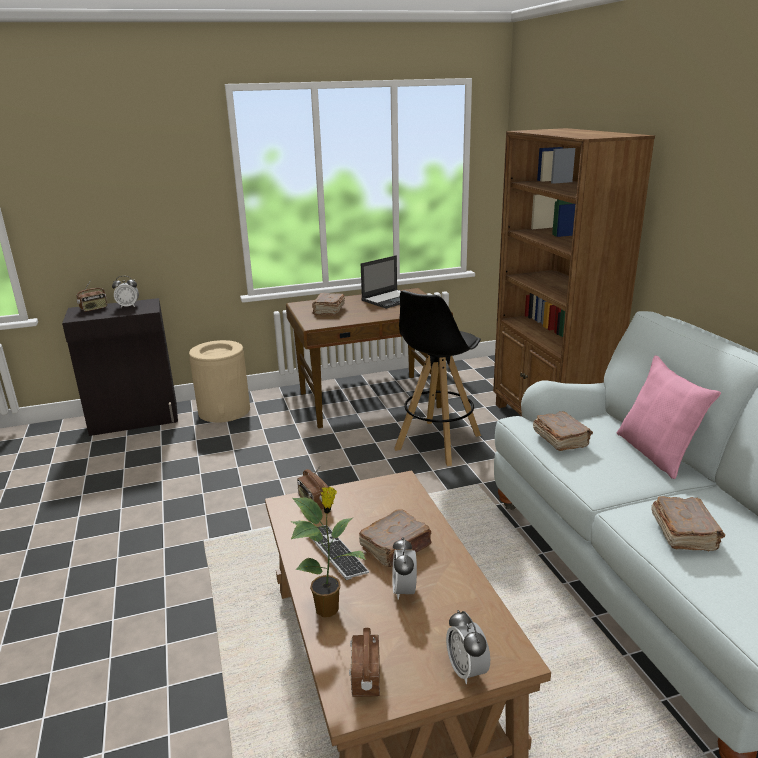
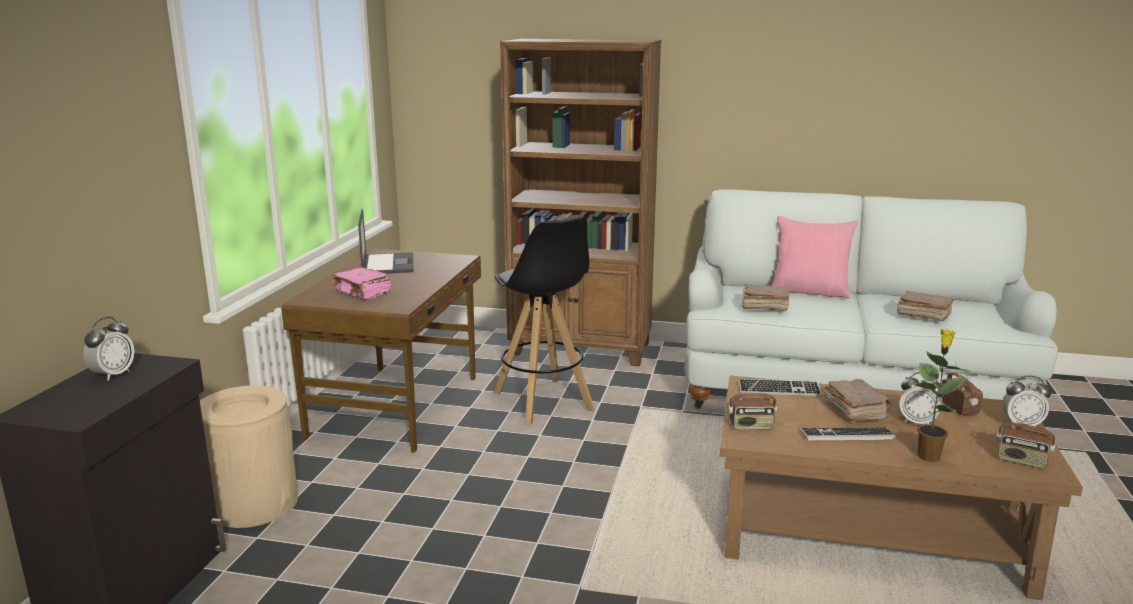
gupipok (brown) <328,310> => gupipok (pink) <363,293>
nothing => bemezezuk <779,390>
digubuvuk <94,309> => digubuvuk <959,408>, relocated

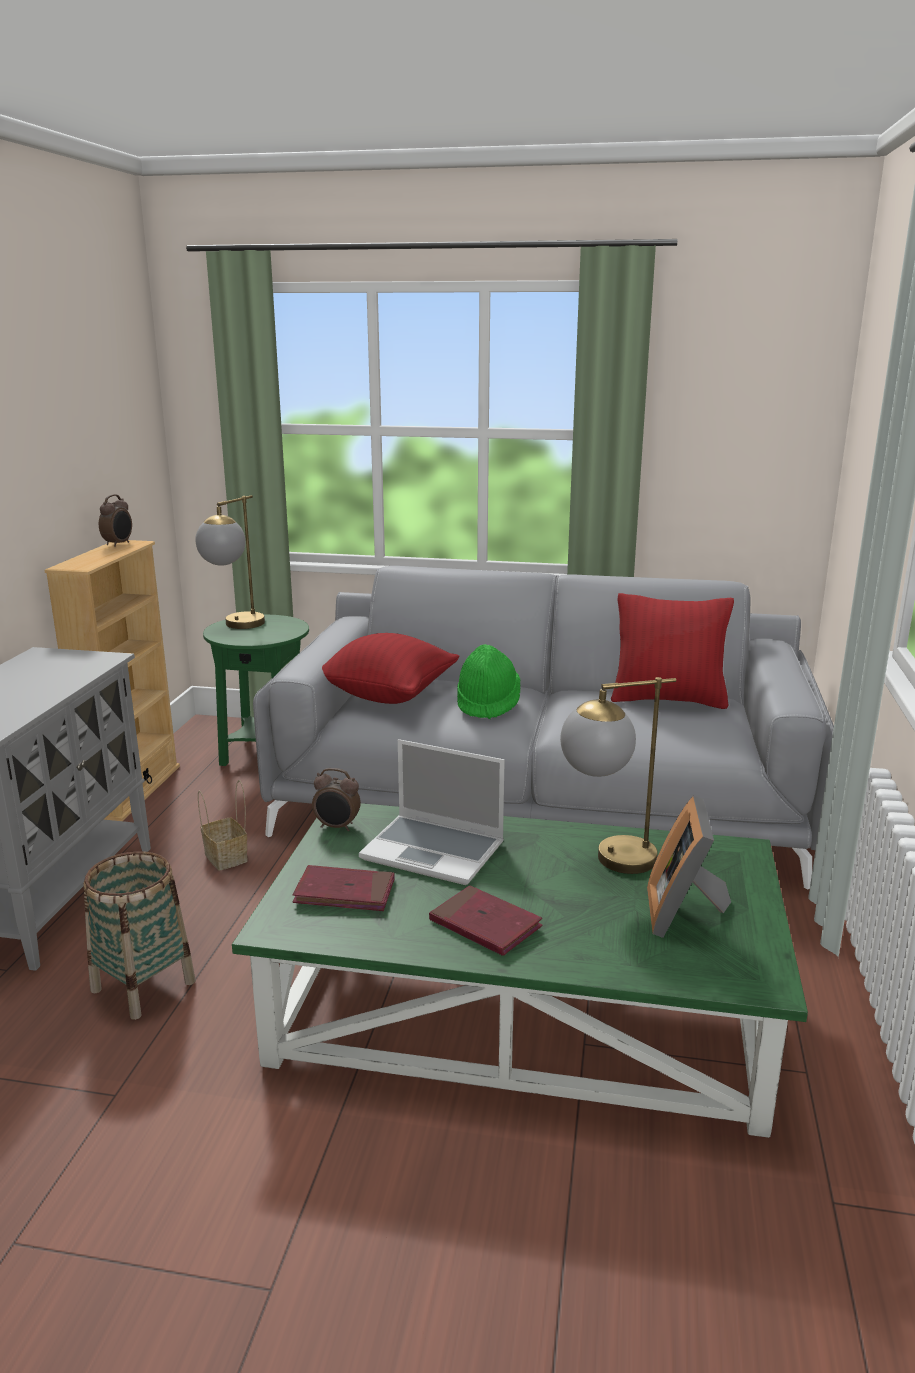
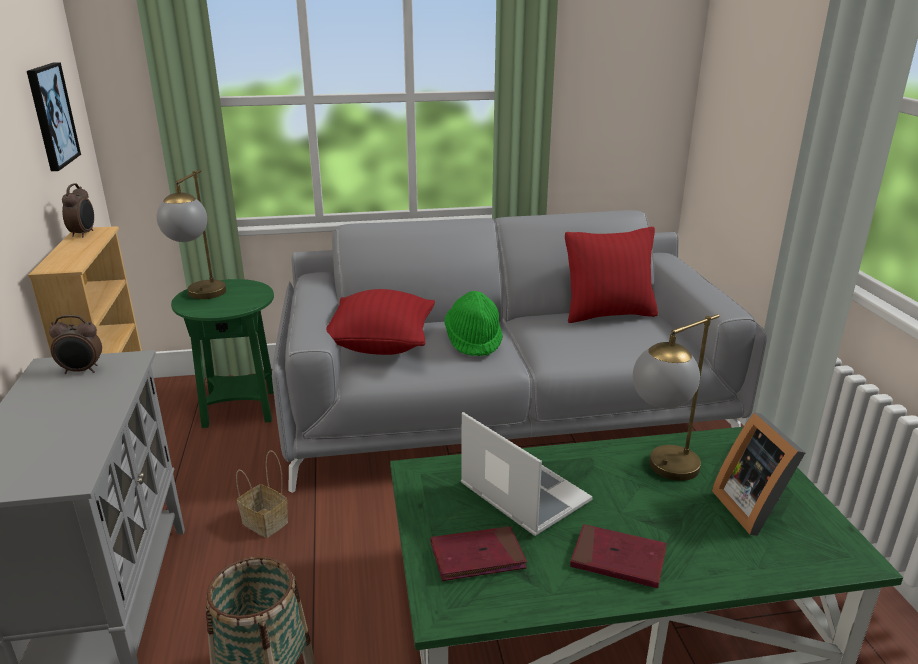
nothing => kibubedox <51,116>
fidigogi <337,827> => fidigogi <82,371>, relocated
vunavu <435,851> => vunavu <522,493>, 135 degrees counterclockwise

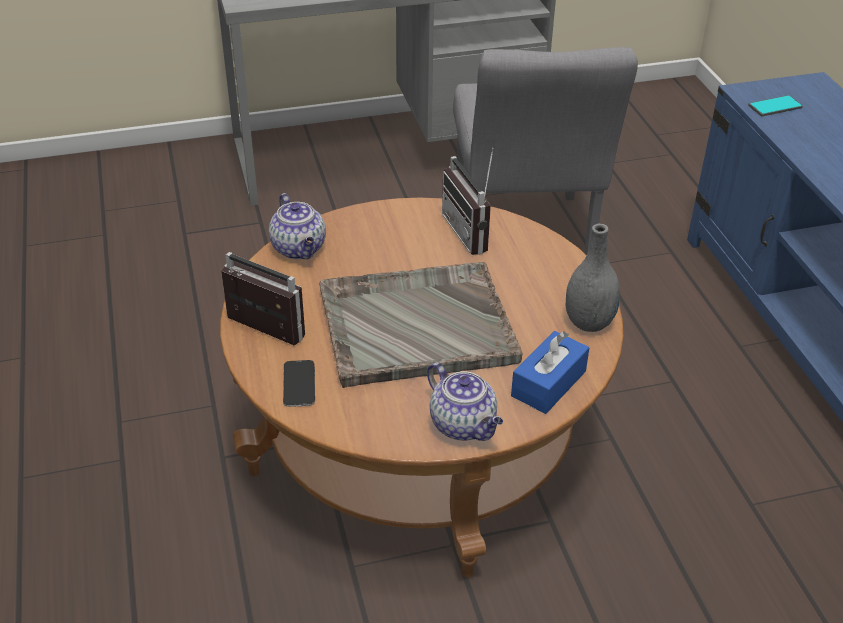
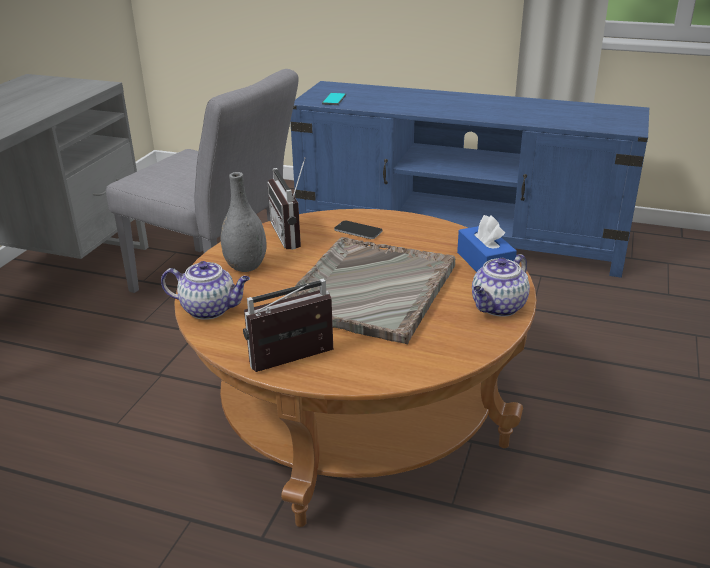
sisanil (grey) <588,323> => sisanil (grey) <246,266>, relocated
digubuvuk <473,232> => digubuvuk <293,235>, 60 degrees clockwise
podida <299,384> => podida <358,231>, relocated
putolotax <464,425> => putolotax <498,307>, 135 degrees clockwise

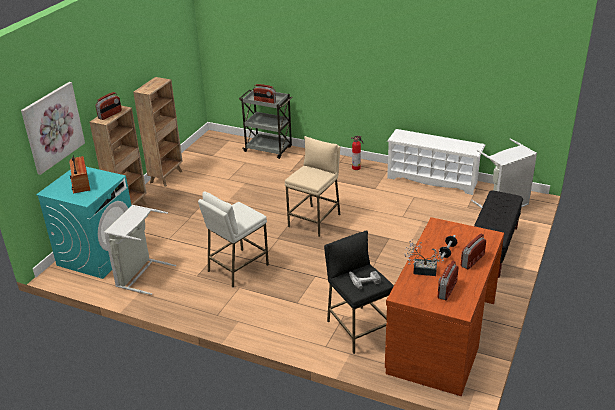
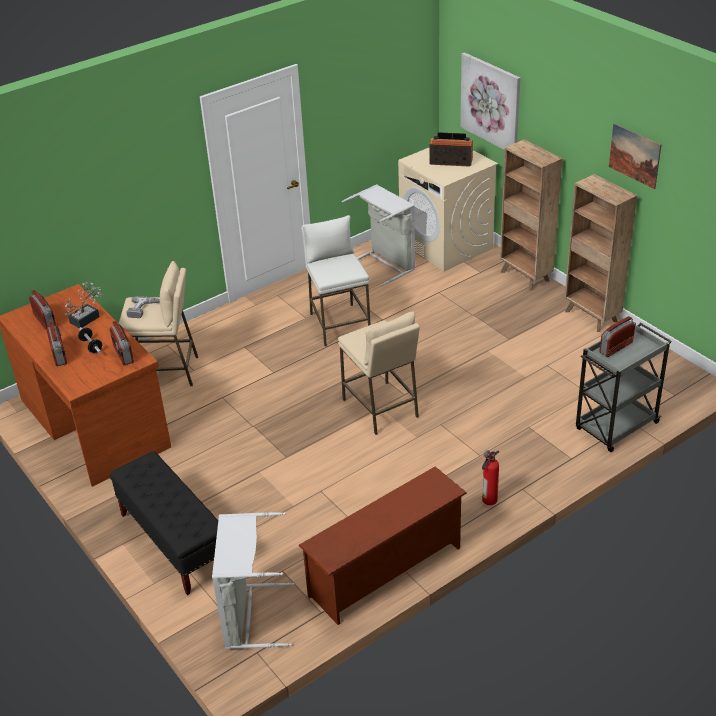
digubuvuk <110,115> => digubuvuk <123,354>, relocated
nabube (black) <358,329> => nabube (beige) <166,372>
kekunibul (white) <433,180> => kekunibul (brown) <386,572>
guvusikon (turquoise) <98,254> => guvusikon (beige) <446,246>
nothing => kibubedox <634,155>

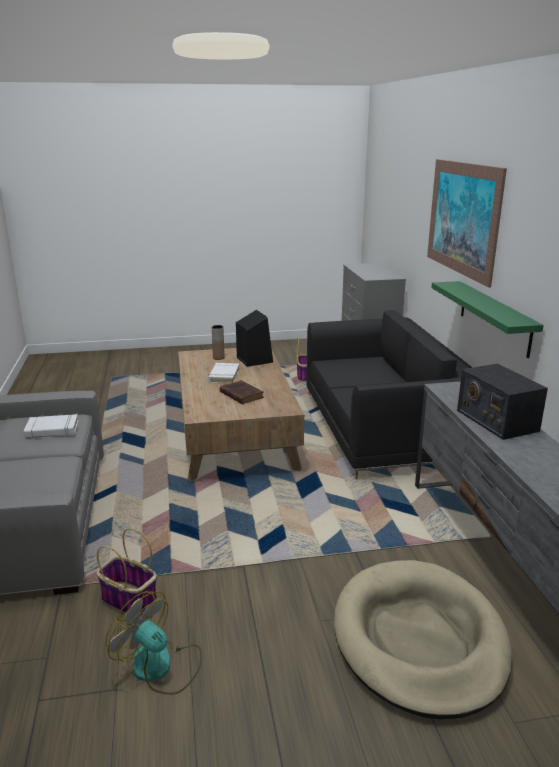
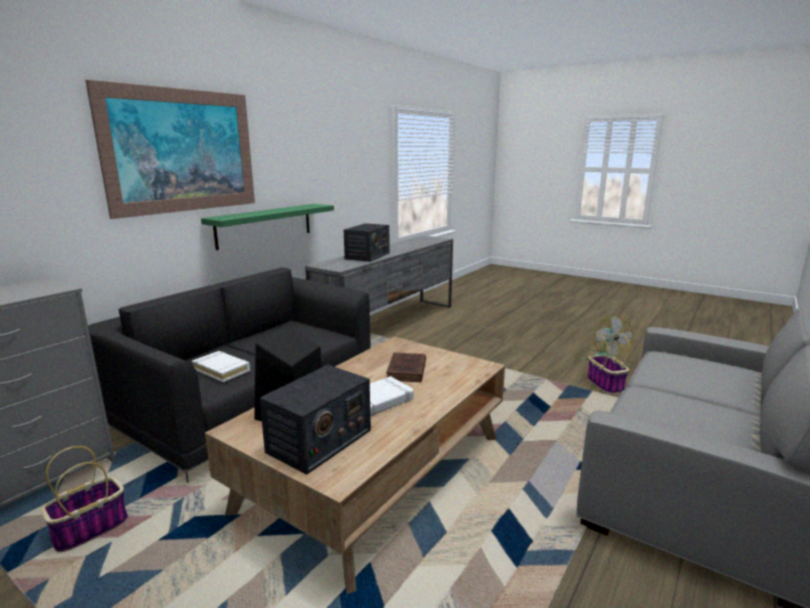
gupipok (white) <52,430> => gupipok (white) <222,370>, relocated
sisanil (brown) <218,358> => digubuvuk <319,441>
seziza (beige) <419,640> => nothing

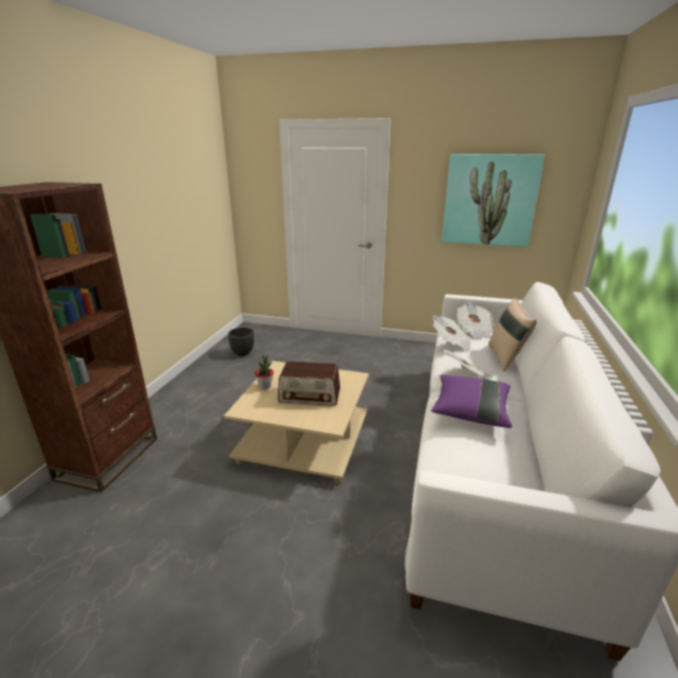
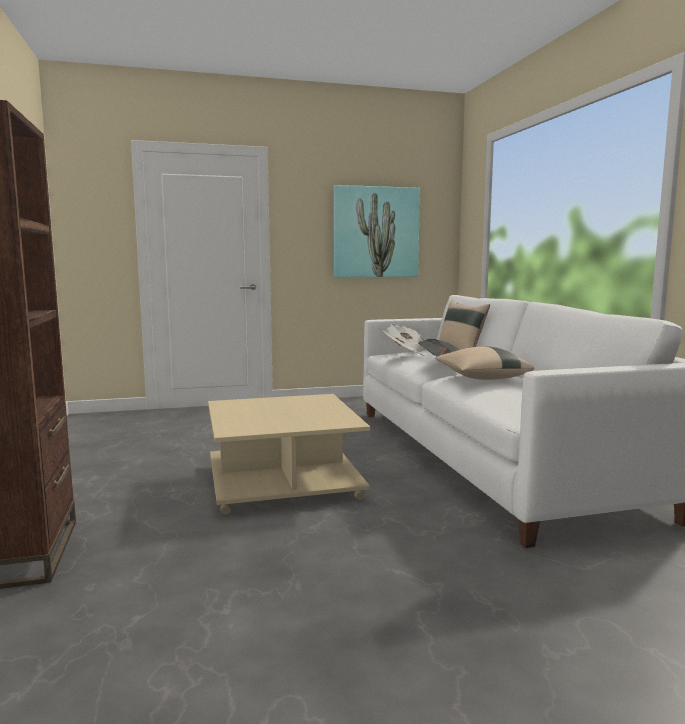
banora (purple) <470,411> => banora (beige) <481,378>
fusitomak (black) <243,353> => nothing
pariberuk <265,386> => nothing
digubuvuk <310,396> => nothing

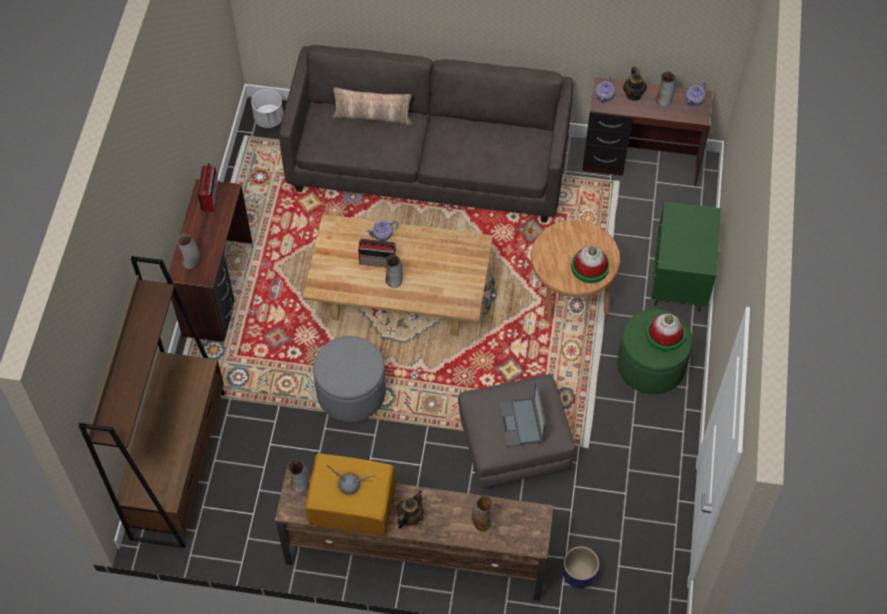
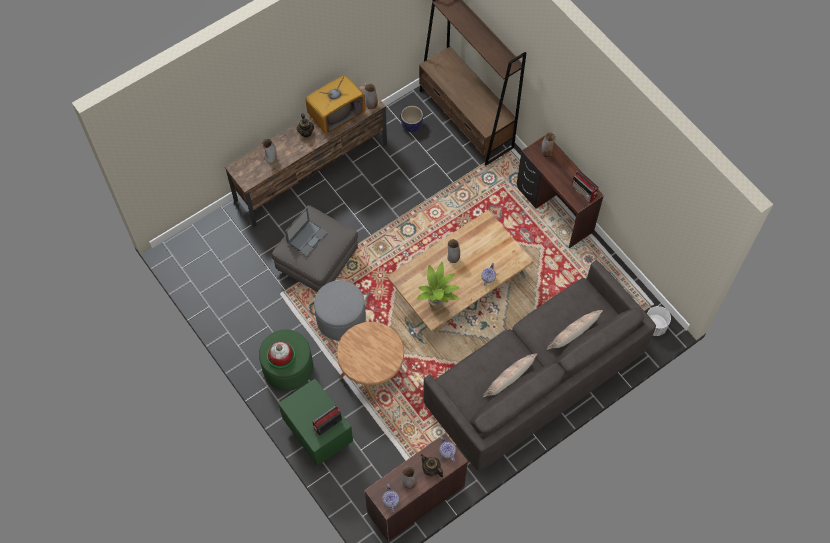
vunavu <521,423> => vunavu <307,237>, 90 degrees clockwise
digubuvuk <379,261> => digubuvuk <327,424>, relocated
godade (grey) <351,392> => godade (grey) <341,319>, relocated
fusitomak <578,575> => fusitomak <411,125>, relocated
nothing => pariberuk <437,305>
nothing => banora <509,380>
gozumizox <590,267> => nothing

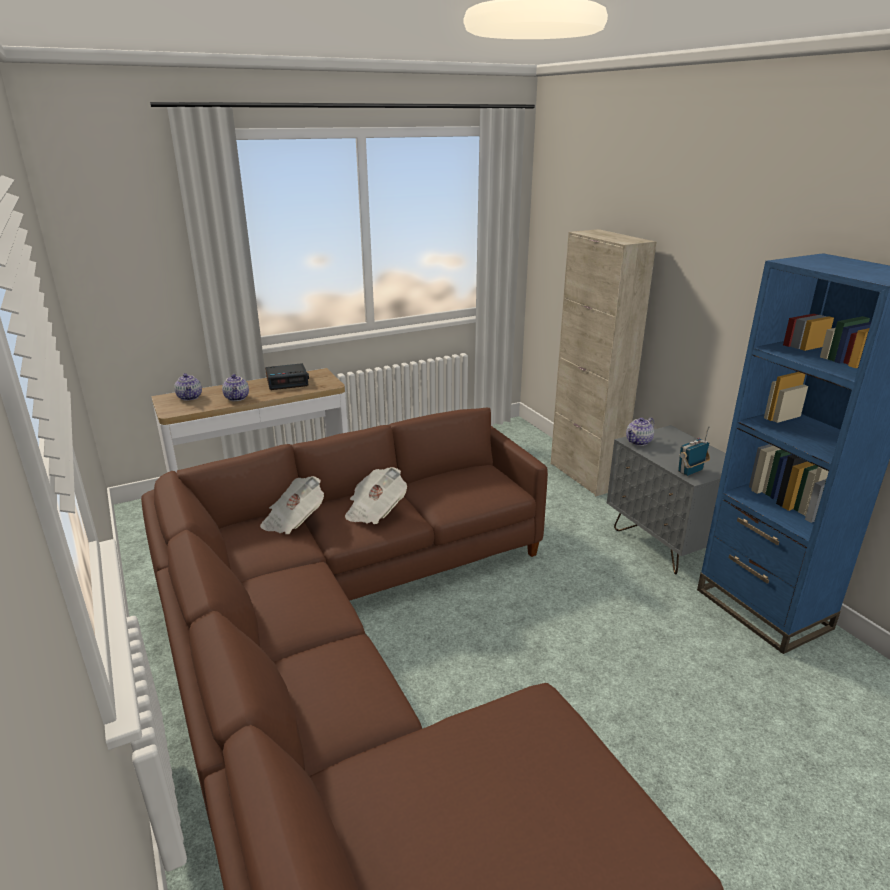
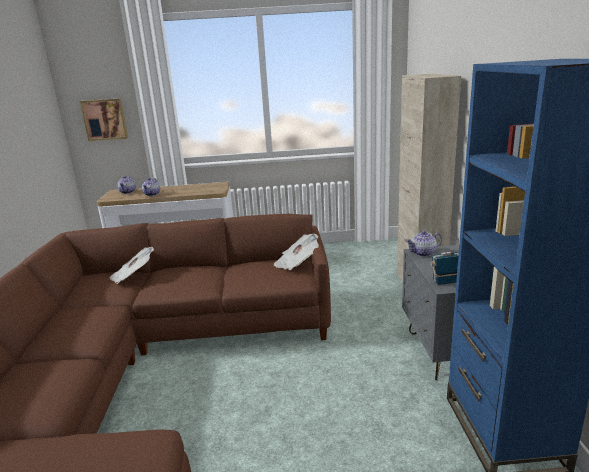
nothing => kibubedox <105,119>
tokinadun <375,510> => tokinadun <296,263>, relocated
fidigogi <287,381> => nothing

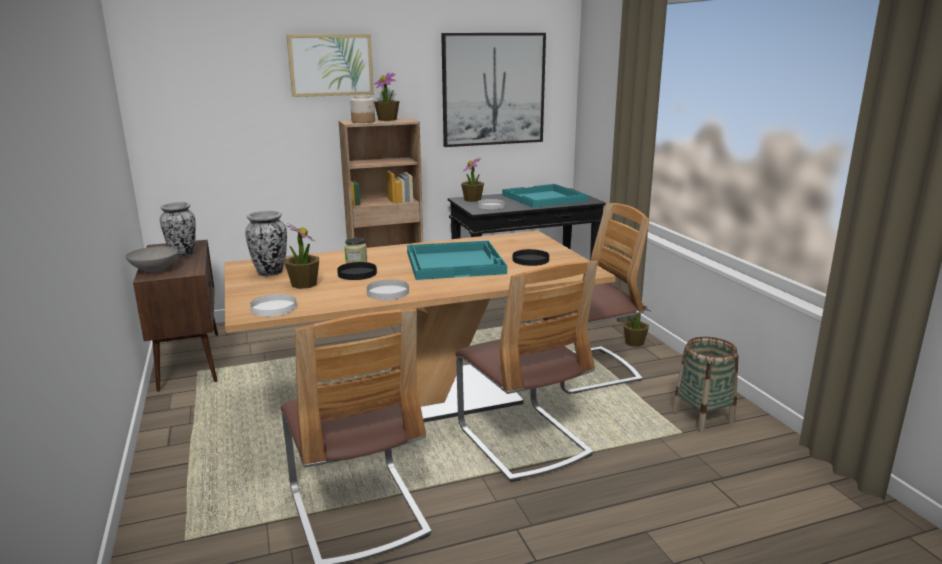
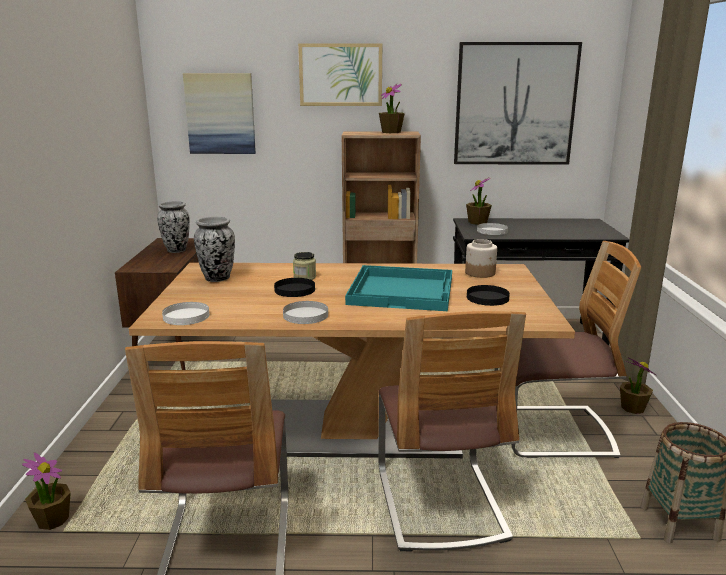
pariberuk <304,284> => pariberuk <52,519>, relocated
nothing => kibubedox <220,113>
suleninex <363,121> => suleninex <480,273>, relocated
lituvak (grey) <156,270> => nothing
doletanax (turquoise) <544,198> => nothing

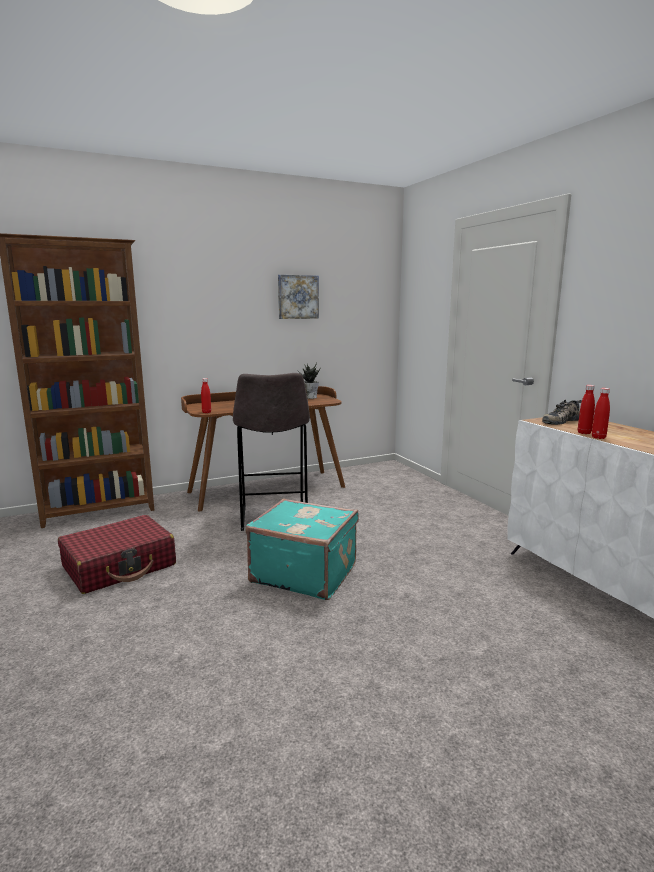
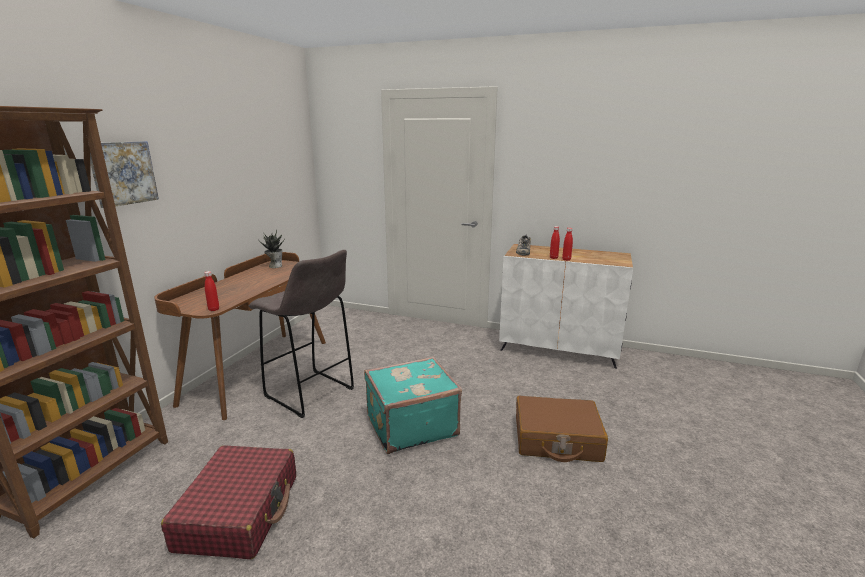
kibubedox <297,297> => kibubedox <122,173>, relocated
nothing => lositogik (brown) <556,439>

